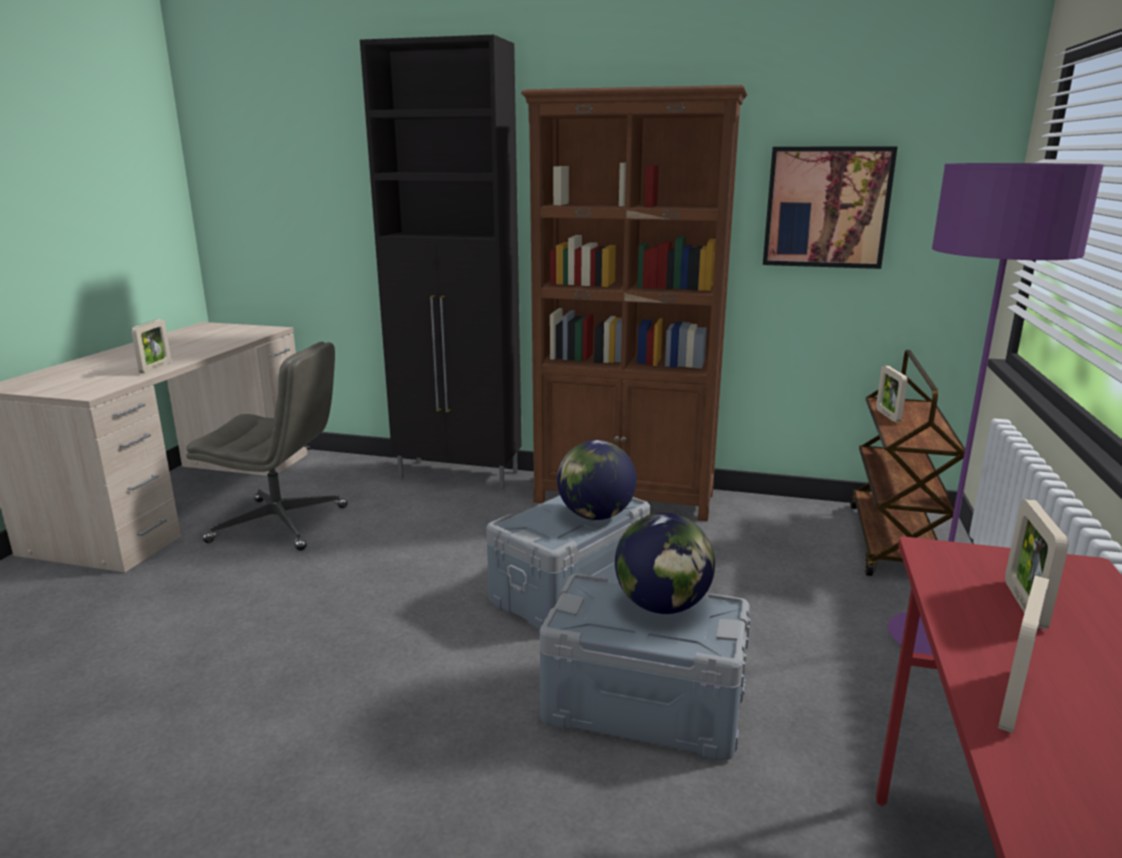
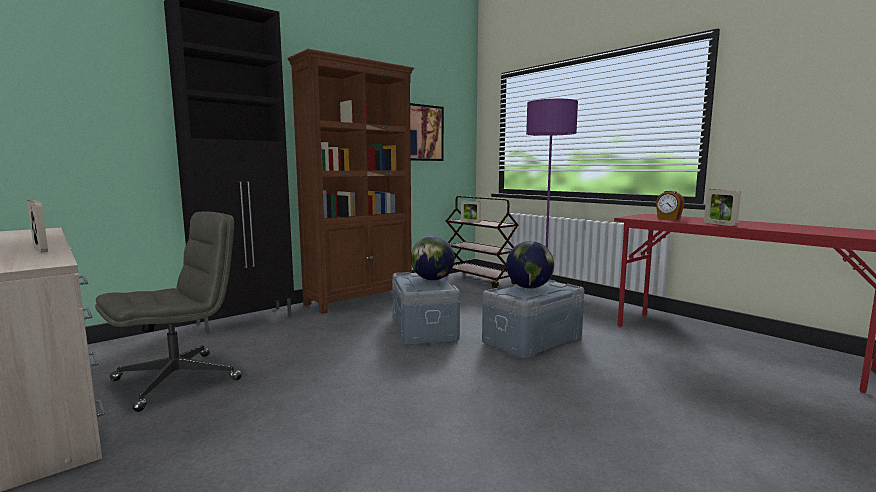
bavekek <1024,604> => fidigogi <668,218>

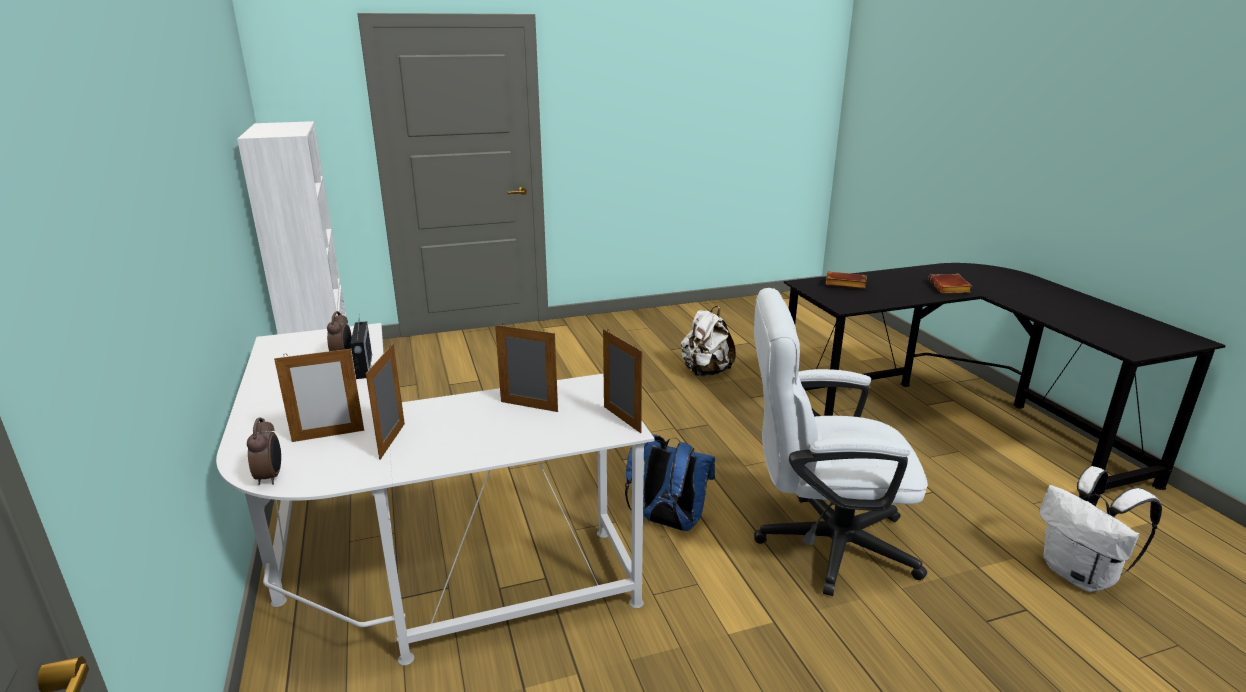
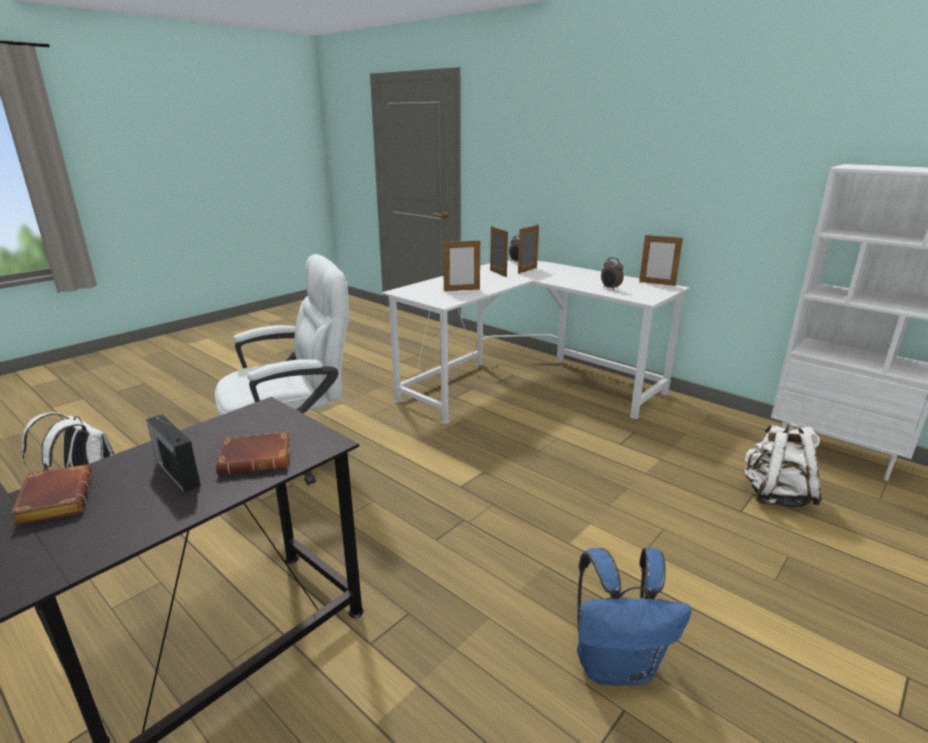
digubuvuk <364,367> => digubuvuk <177,473>, relocated
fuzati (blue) <668,522> => fuzati (blue) <617,665>, relocated
bavekek <621,419> => bavekek <657,283>, relocated
fuzati (white) <705,372> => fuzati (white) <775,496>, relocated

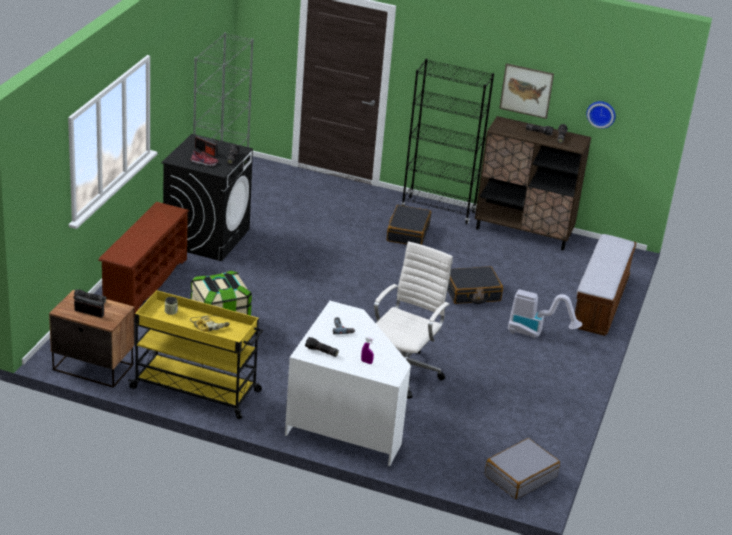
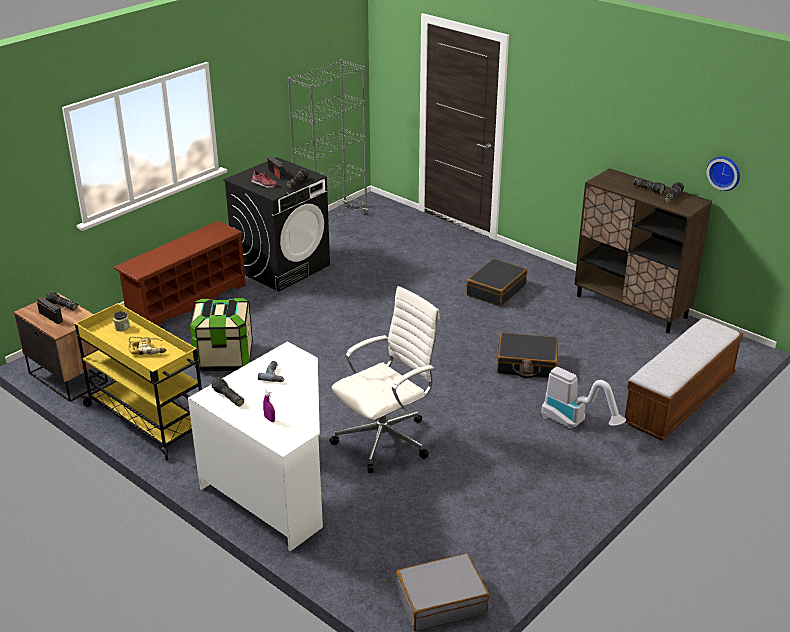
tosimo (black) <438,210> => nothing
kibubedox <526,91> => nothing

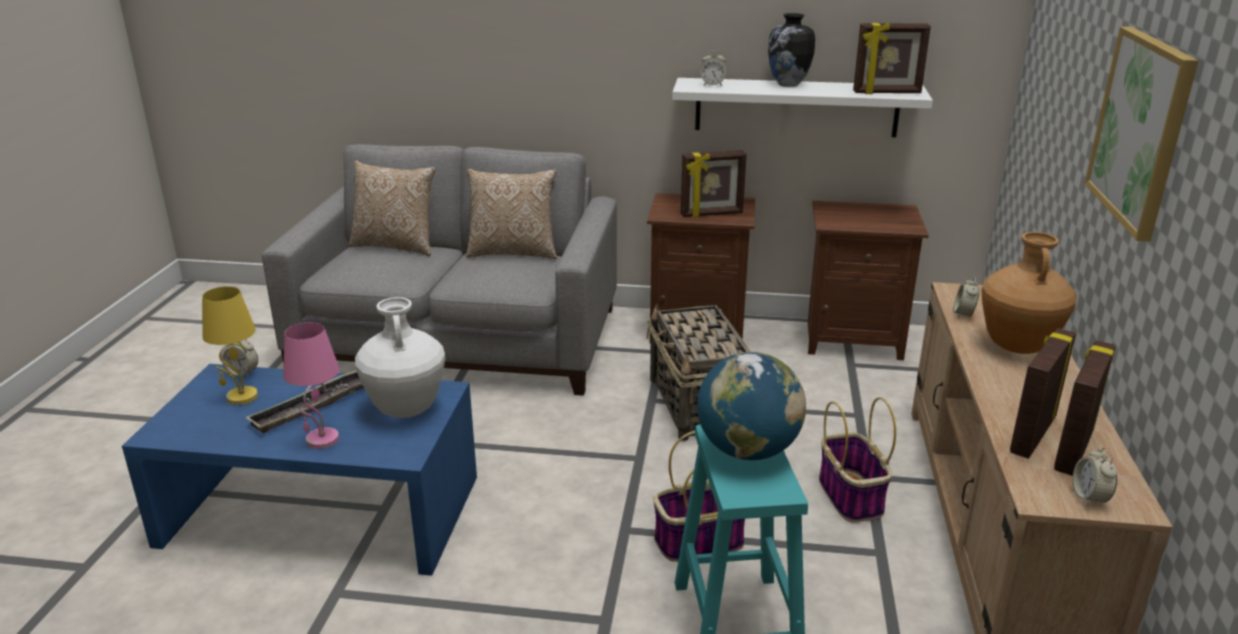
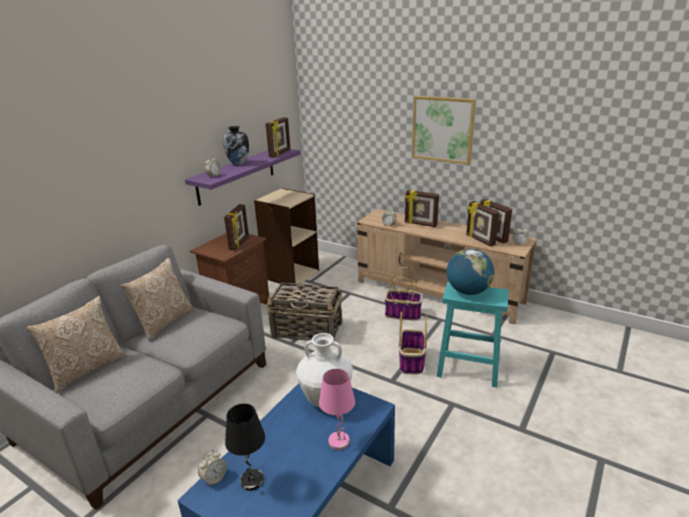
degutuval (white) <796,107> => degutuval (purple) <236,175>
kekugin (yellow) <241,397> => kekugin (black) <252,481>
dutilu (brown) <852,339> => tosimo (beige) <291,274>
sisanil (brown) <1017,347> => bavekek <420,224>
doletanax <314,406> => nothing

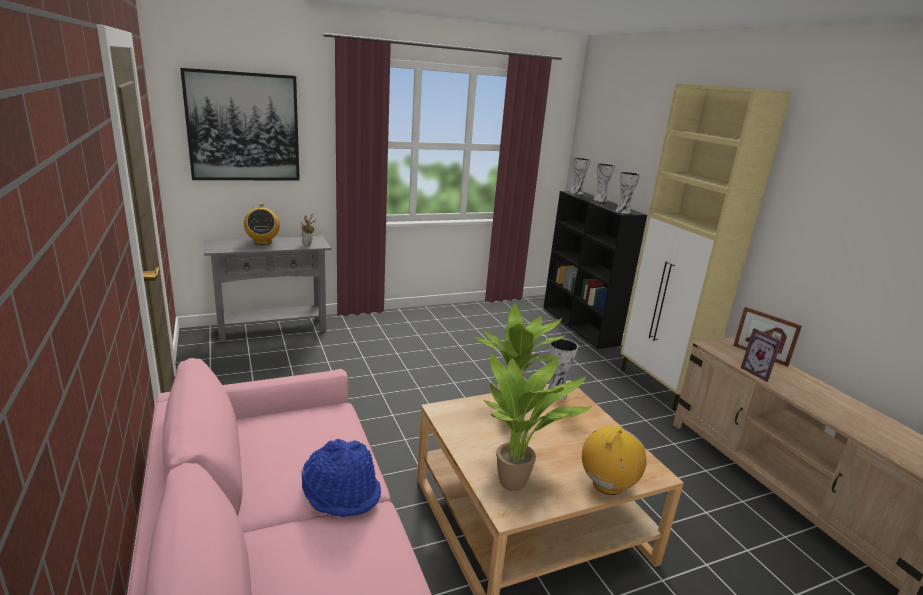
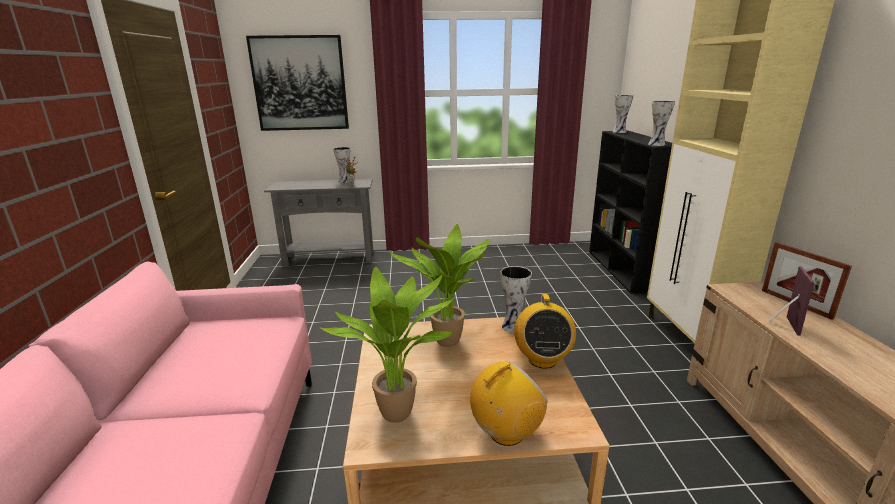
sisanil <600,200> => sisanil <345,181>, relocated
digubuvuk <263,242> => digubuvuk <542,359>, relocated
bavekek <758,373> => bavekek <781,324>, 150 degrees counterclockwise
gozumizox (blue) <342,493> => nothing

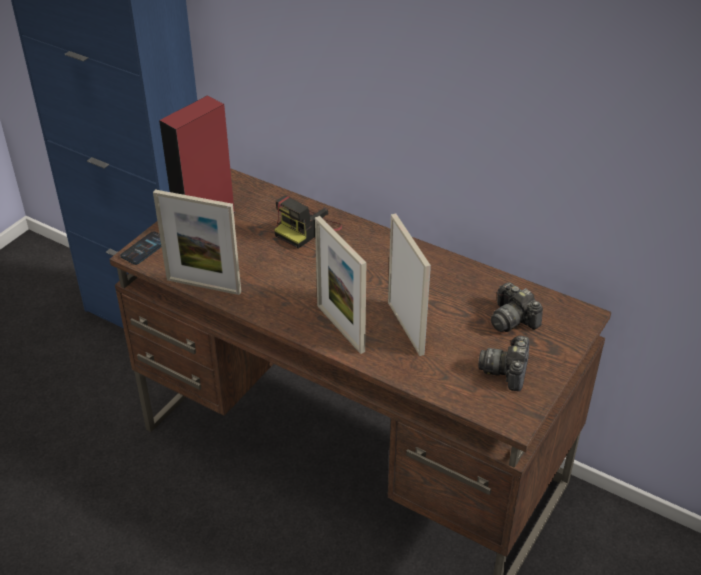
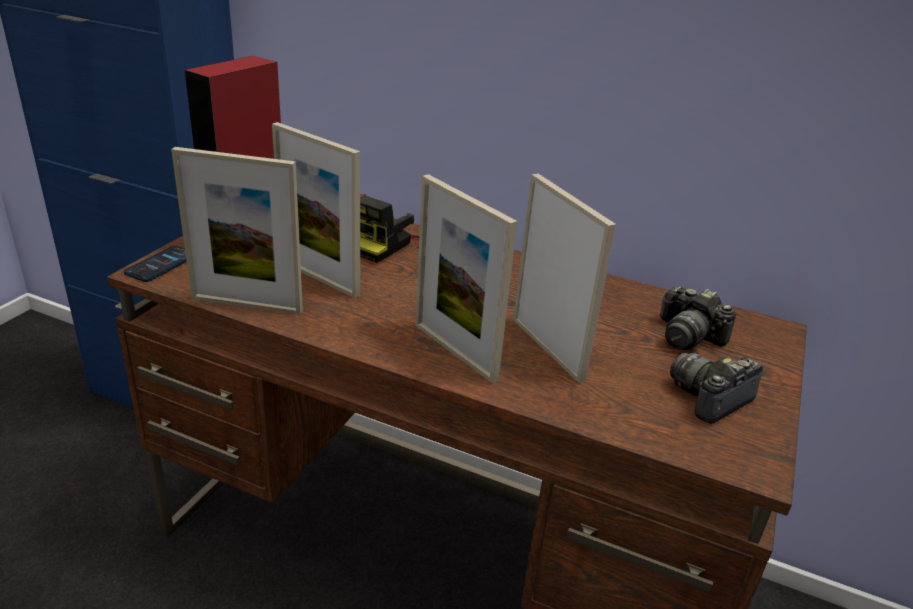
nothing => bavekek <319,278>
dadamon <507,371> => dadamon <710,399>, 45 degrees clockwise

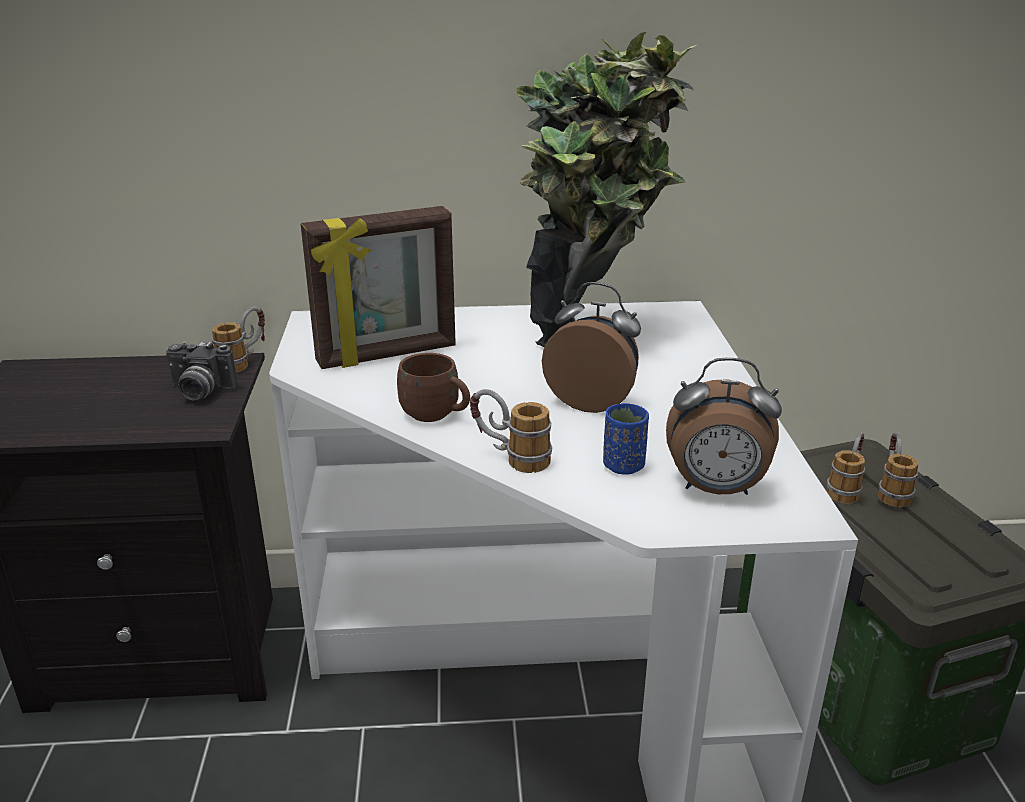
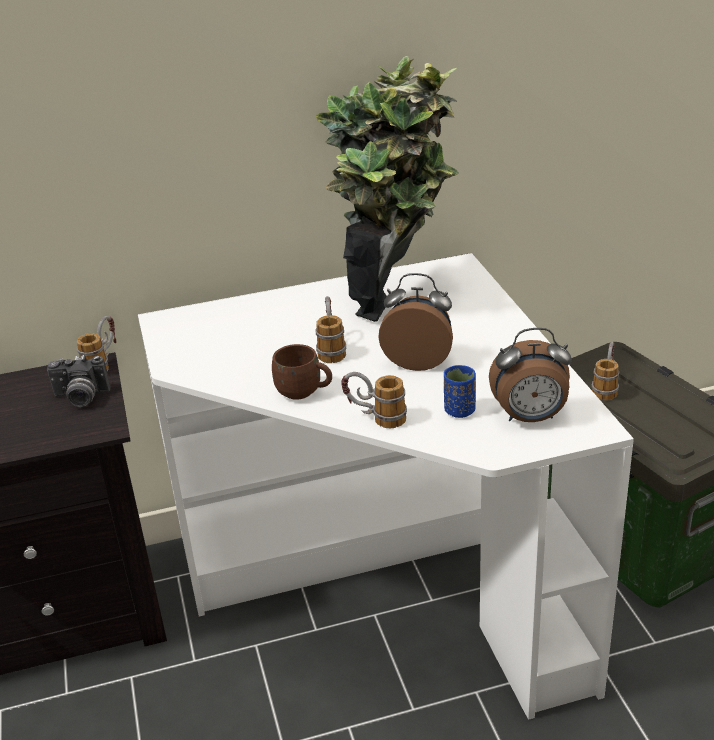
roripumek <891,490> => roripumek <331,348>, relocated
bavekek <387,355> => nothing

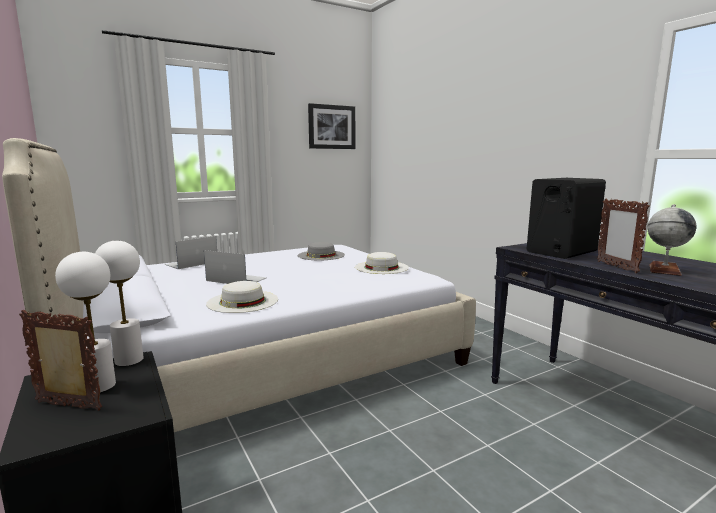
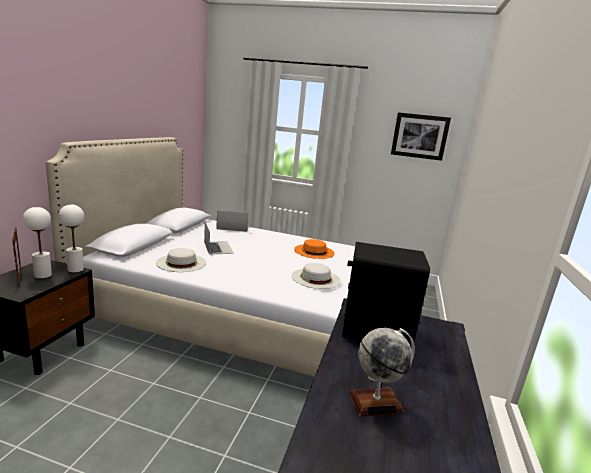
gozumizox (grey) <321,255> => gozumizox (orange) <314,251>
bavekek <616,267> => nothing

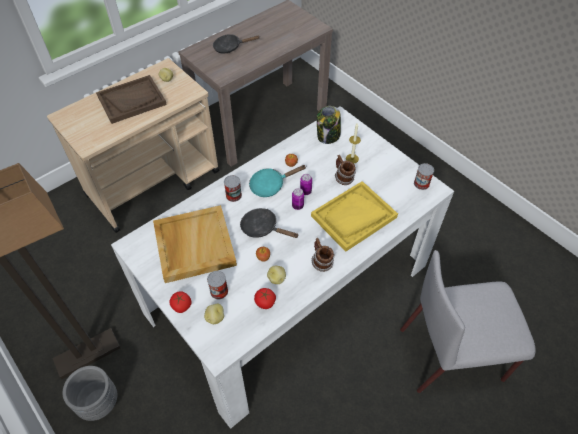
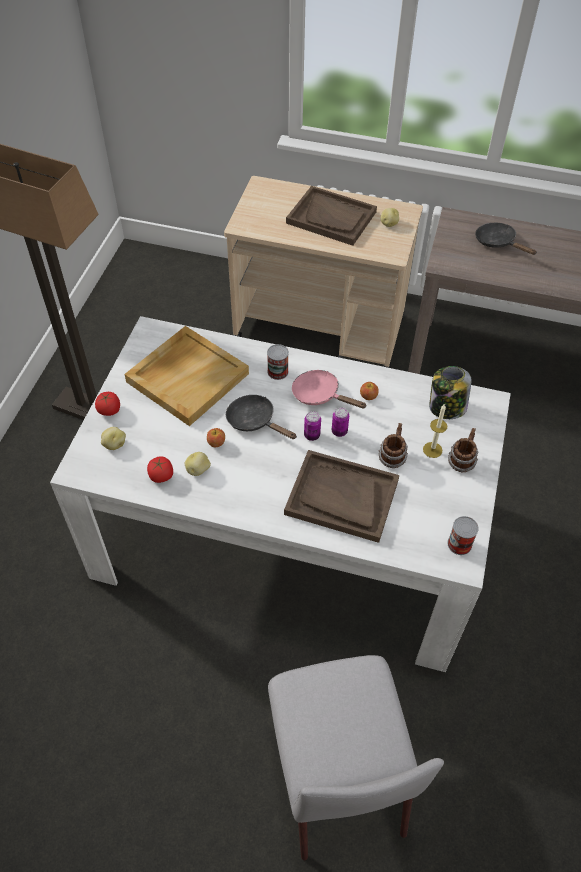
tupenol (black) <262,228> => tupenol (black) <254,421>, 45 degrees counterclockwise
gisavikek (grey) <452,354> => gisavikek (grey) <337,772>, 150 degrees counterclockwise
doletanax (yellow) <353,217> => doletanax (brown) <341,497>
tupenol (turquoise) <270,185> => tupenol (pink) <320,395>
roripumek <321,263> => roripumek <461,461>, relocated
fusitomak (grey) <98,402> => nothing
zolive <219,291> => nothing

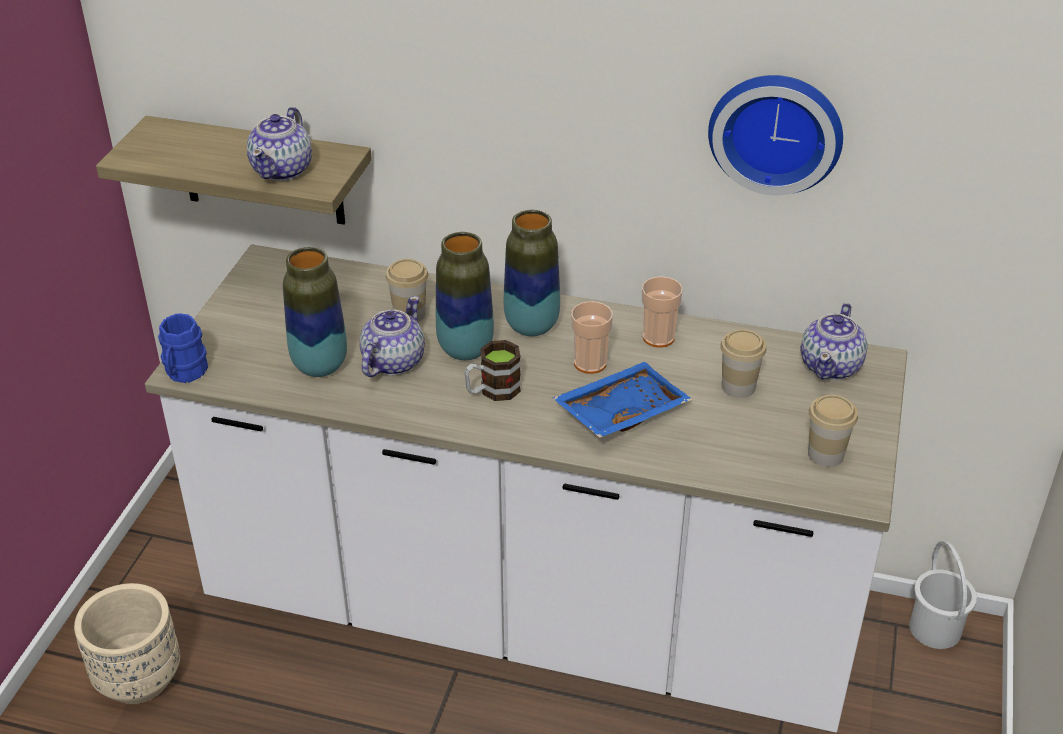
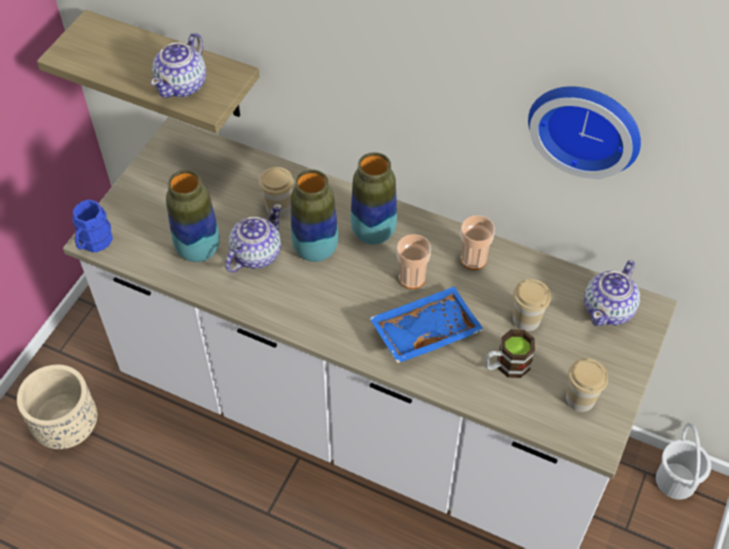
roripumek <492,391> => roripumek <506,366>, relocated

